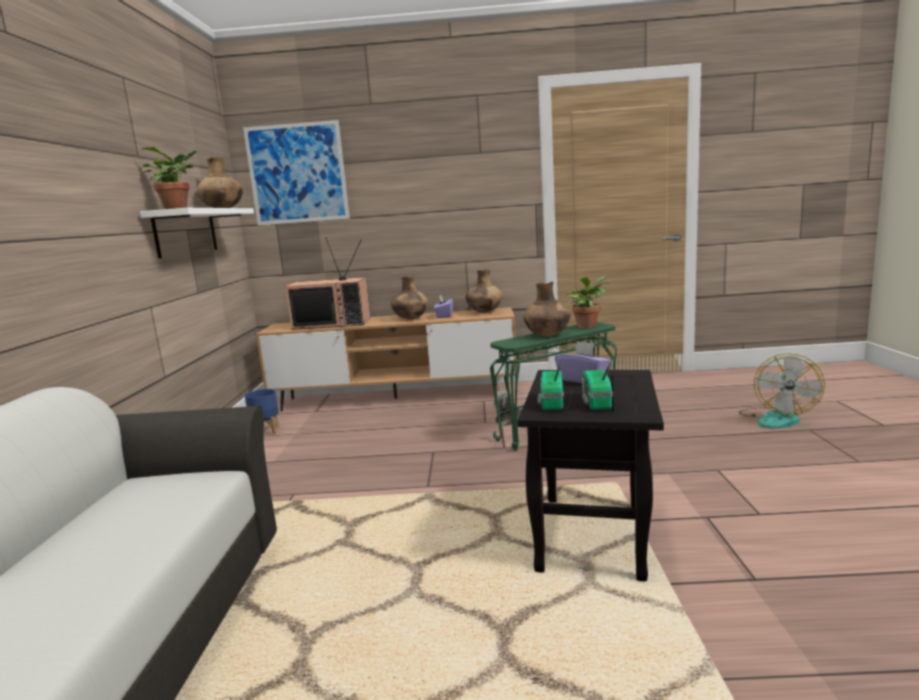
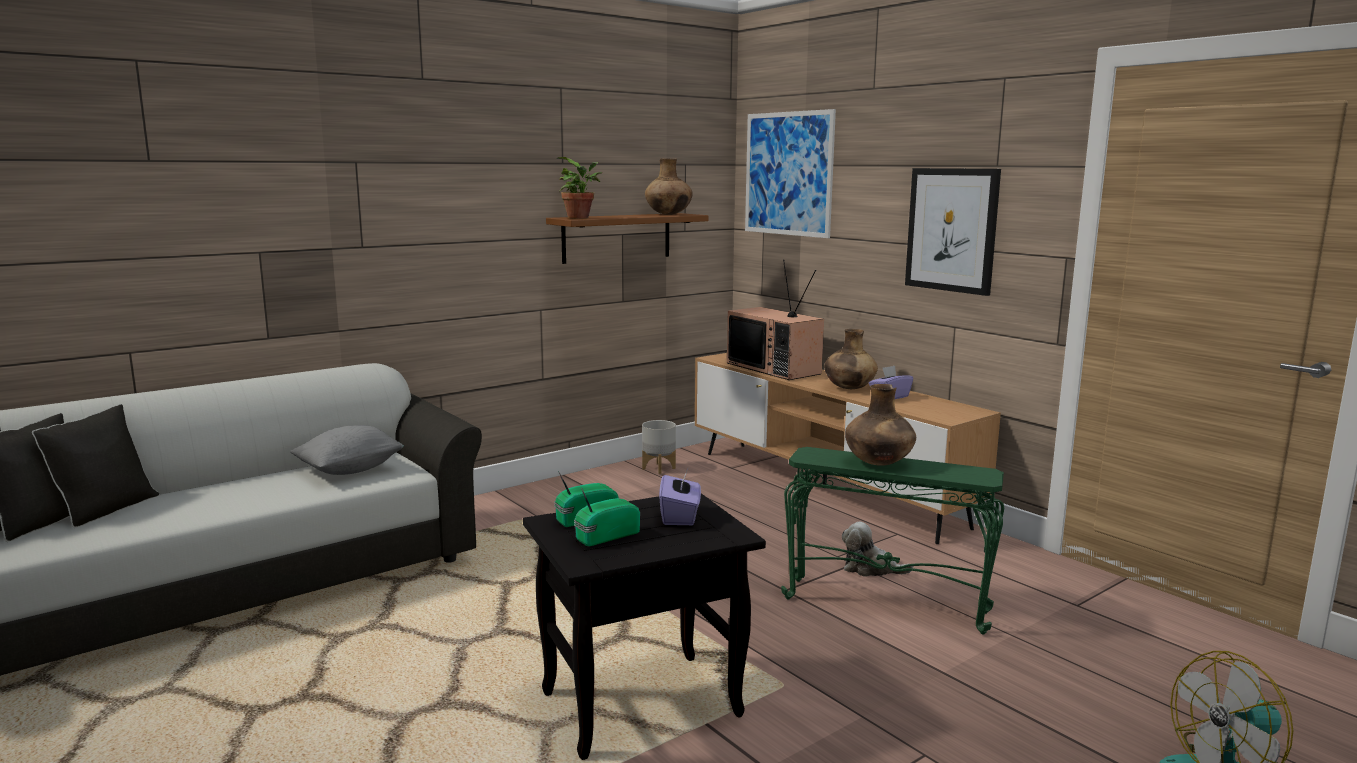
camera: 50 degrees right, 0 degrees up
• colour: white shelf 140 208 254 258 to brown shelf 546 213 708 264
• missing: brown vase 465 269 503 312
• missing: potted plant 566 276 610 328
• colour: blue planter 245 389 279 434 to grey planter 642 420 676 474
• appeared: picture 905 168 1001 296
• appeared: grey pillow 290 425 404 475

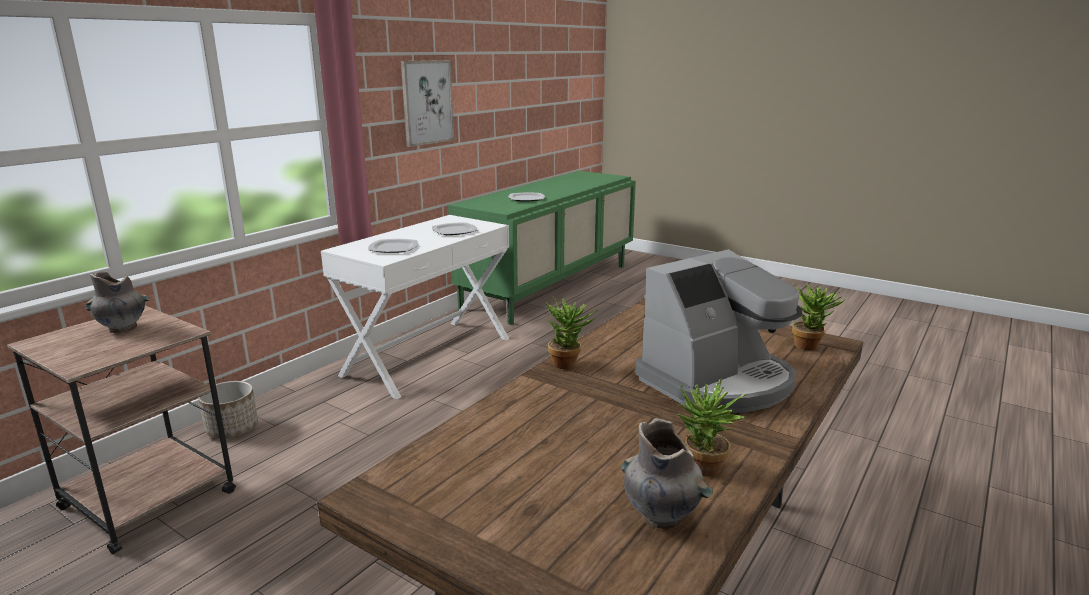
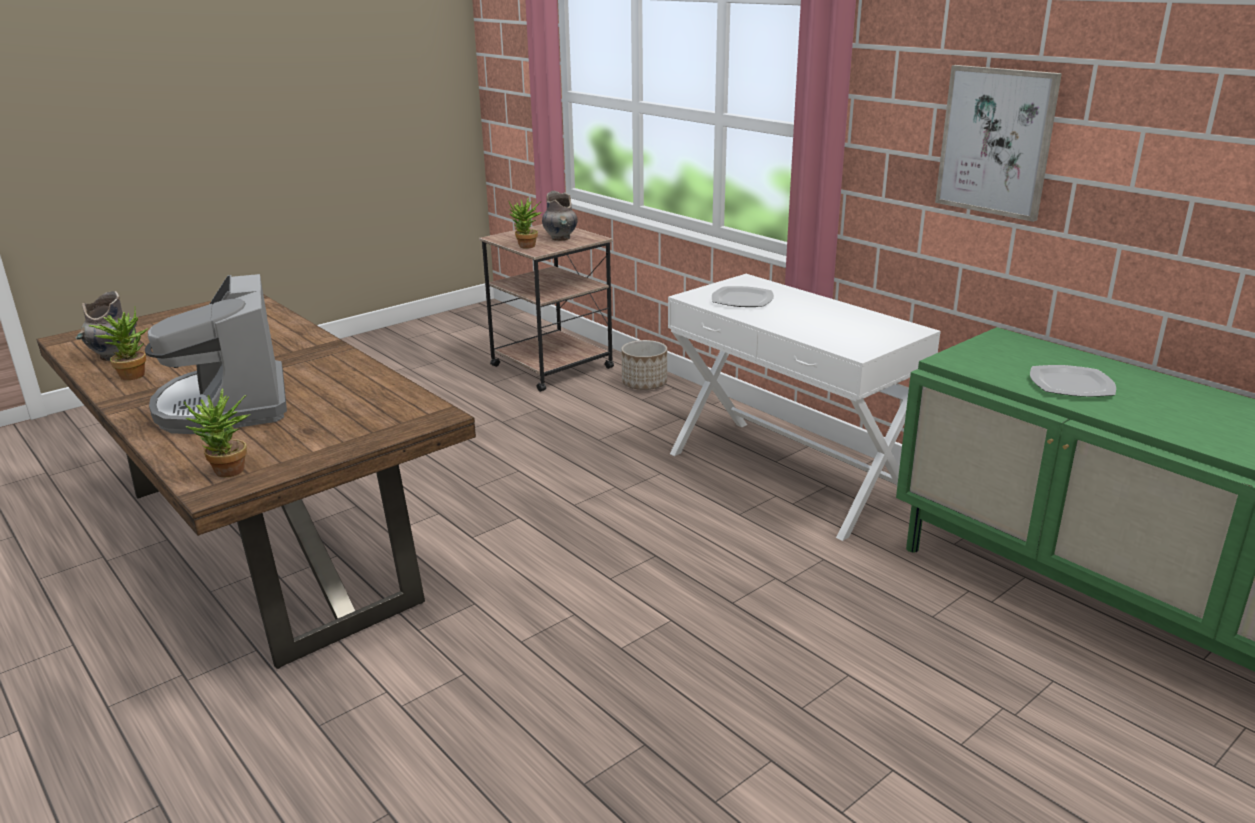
camera: 105 degrees right, 5 degrees up
• missing: plate 432 222 477 235
• relocated: potted plant 545 296 599 369 to 508 198 542 249

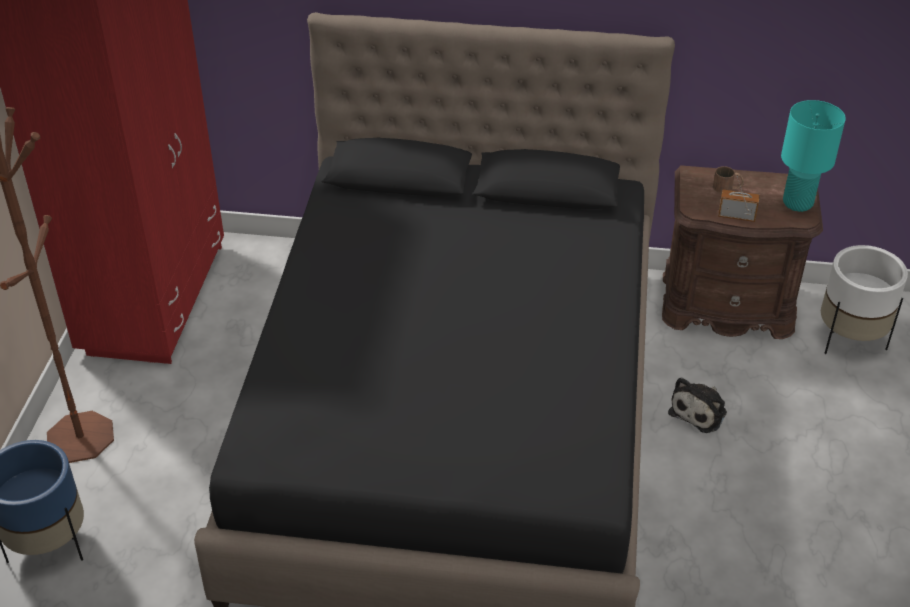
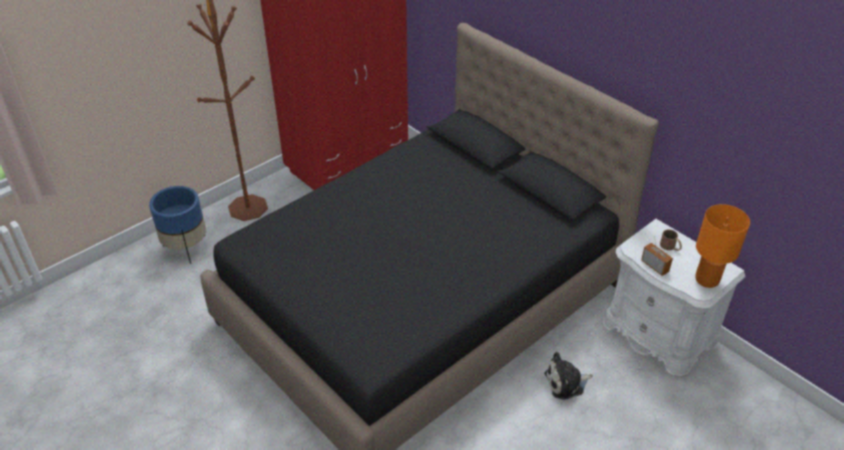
camera: 40 degrees right, 0 degrees up
• colour: turquoise table lamp 781 100 846 212 to orange table lamp 695 204 750 288
• colour: brown nightstand 662 165 823 339 to white nightstand 603 219 746 376
• missing: white planter 821 245 908 354

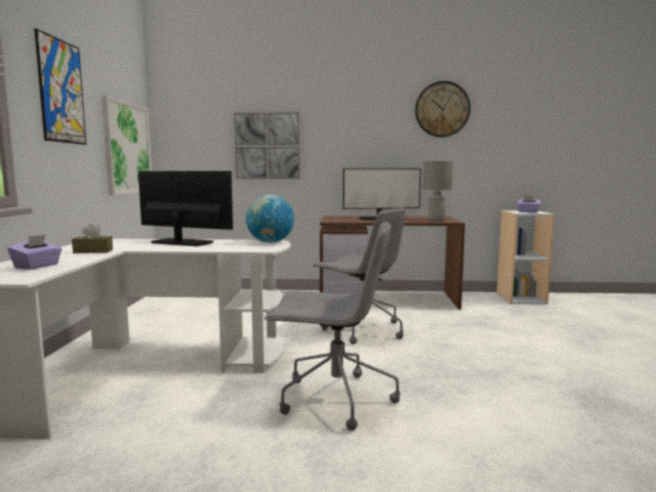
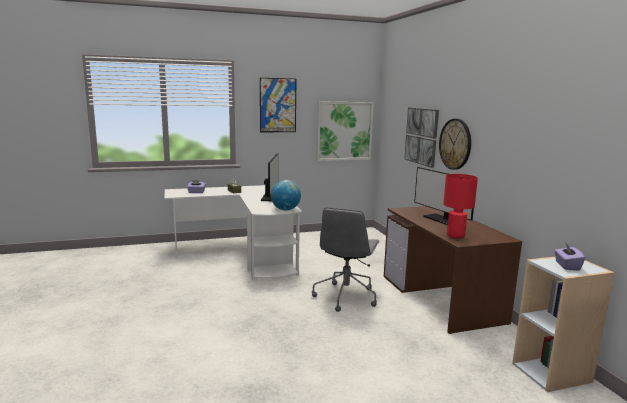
camera: 70 degrees right, 5 degrees up
• relocated: wall clock 415 81 471 137 to 439 119 471 170
• colour: grey table lamp 423 160 453 222 to red table lamp 443 174 478 239
• missing: grey office chair 264 221 401 431

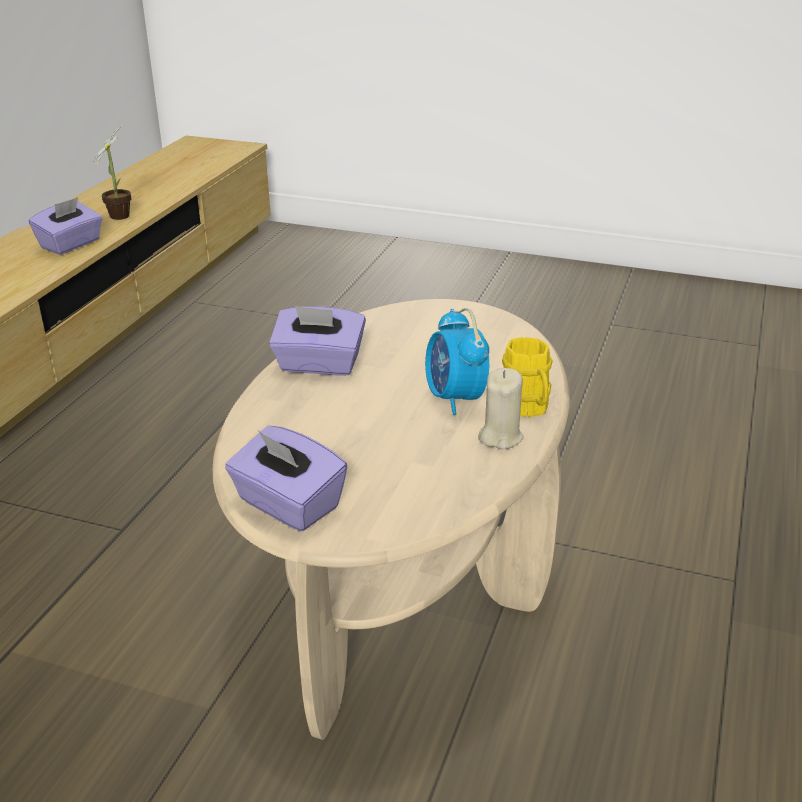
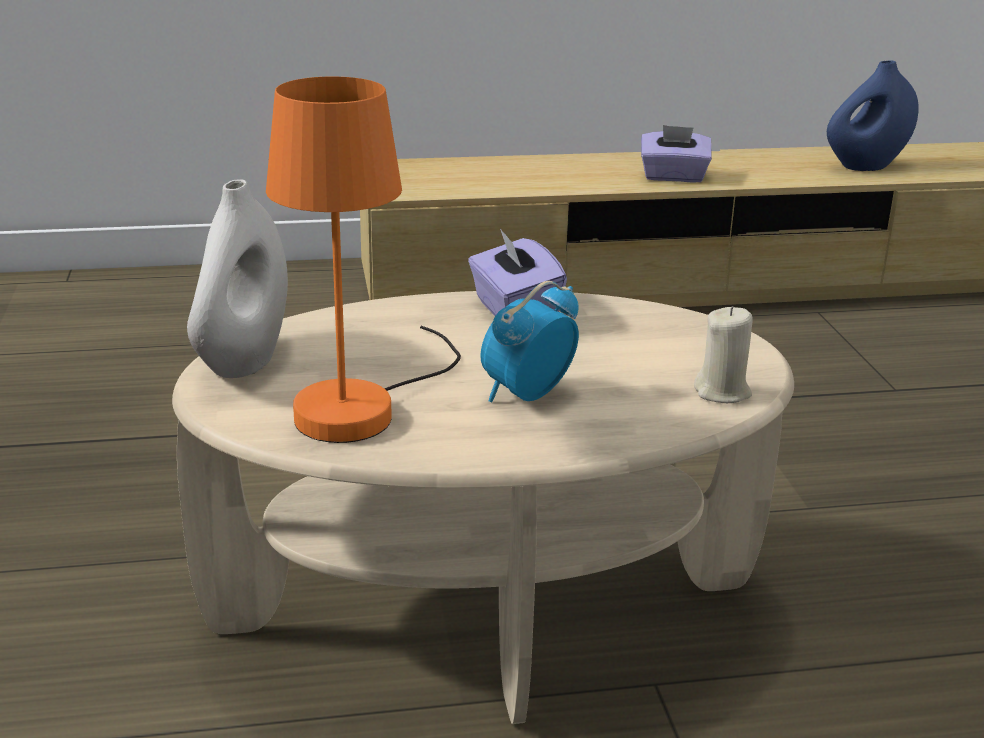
camera: 60 degrees right, 5 degrees down
• missing: potted plant 95 123 131 220
• missing: yellow mug 502 337 553 417
• relocated: beige candle 478 368 524 449 to 694 306 753 403
• exchanged: purple tissue box 225 426 348 531 to white vase 187 179 288 378
• appeared: blue vase 827 61 919 171
• appeared: orange table lamp 266 77 461 443

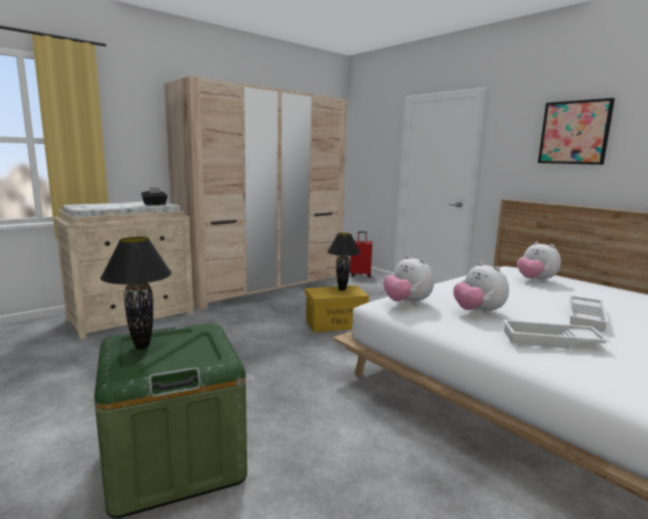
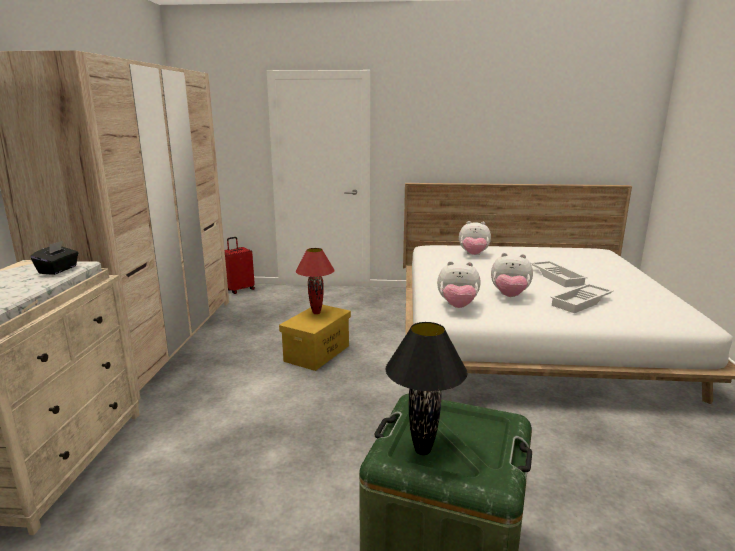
camera: 45 degrees left, 5 degrees up
• missing: picture 538 98 615 165
• colour: black table lamp 327 233 360 291 to red table lamp 296 248 335 314

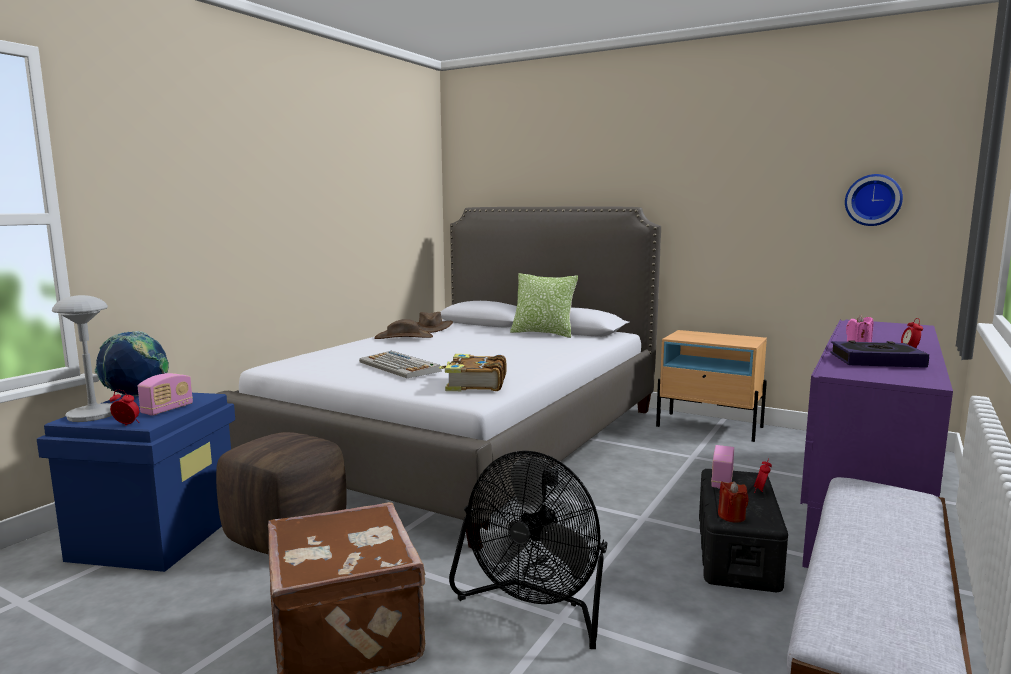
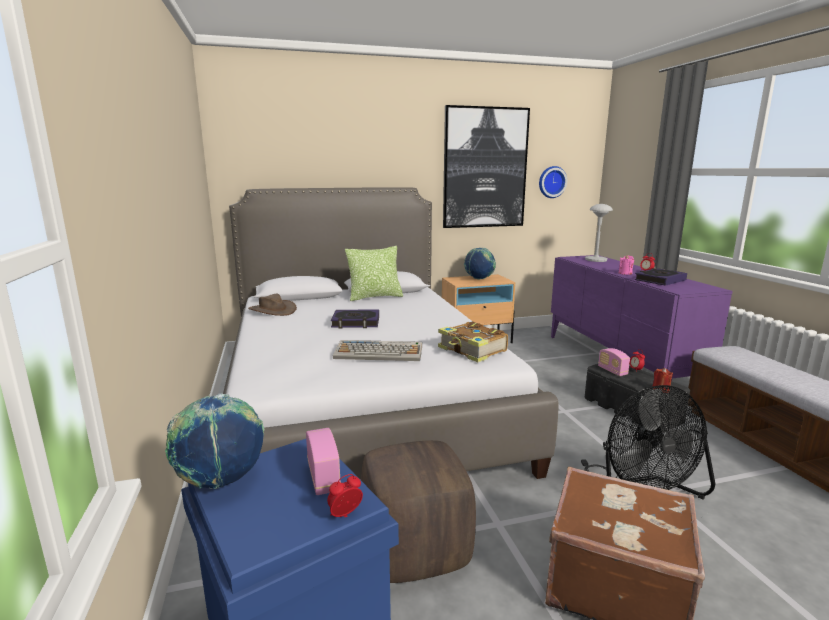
camera: 45 degrees left, 5 degrees up
• relocated: grey table lamp 52 295 112 422 to 585 204 613 262
• missing: brown hat 374 319 433 339
• appeared: picture 443 105 530 228
• appeared: globe 464 248 496 279
• appeared: book 331 310 379 328

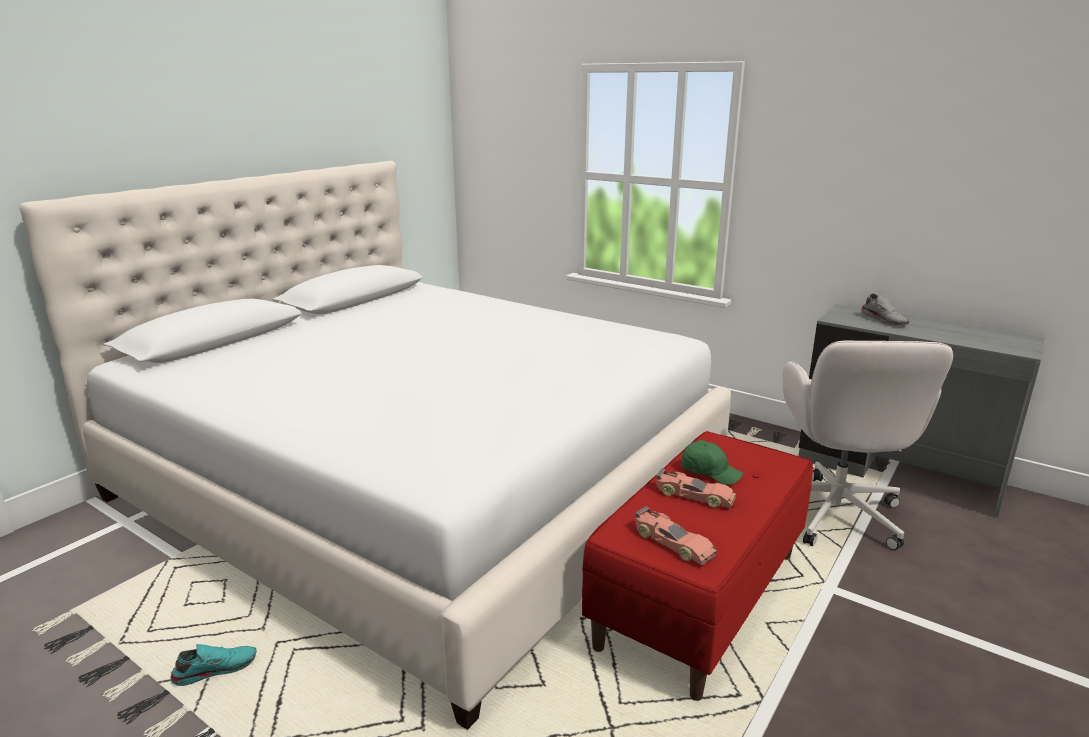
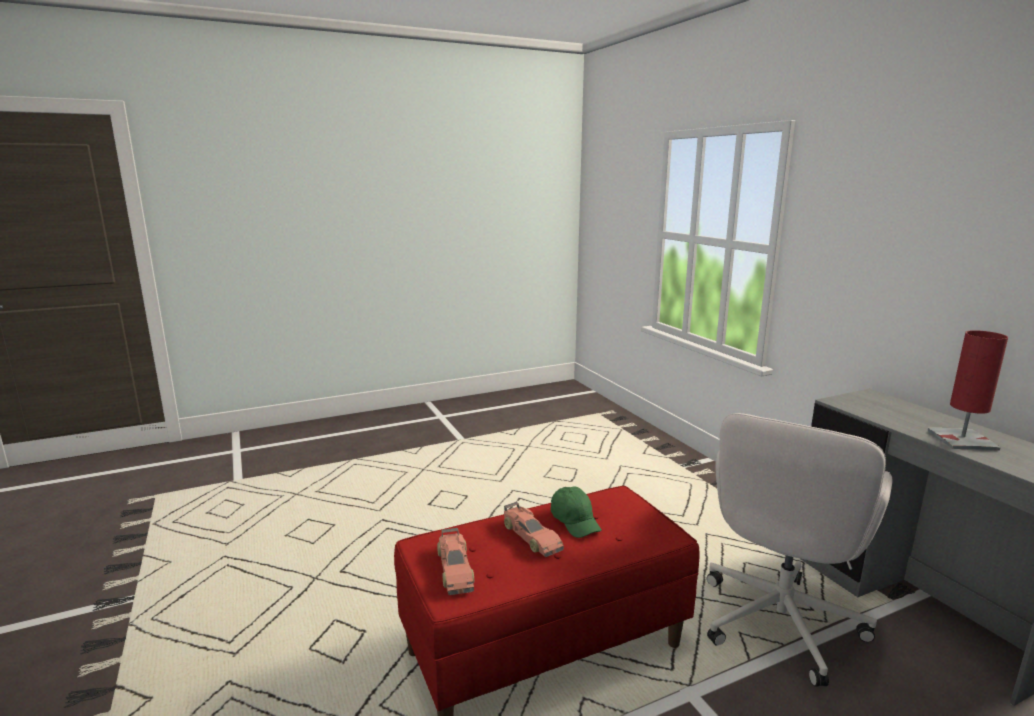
camera: 30 degrees right, 5 degrees down
• missing: white bed 19 161 731 730
• missing: grey shoe 861 293 909 326
• missing: turquoise shoe 170 644 257 686
• appeared: red table lamp 928 330 1008 451

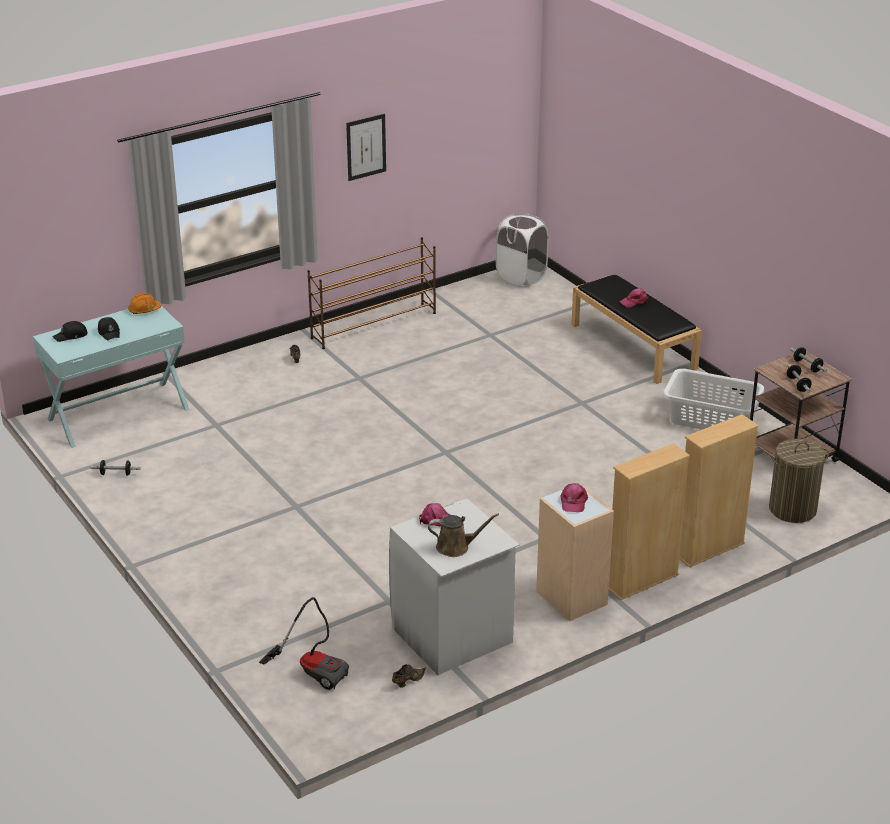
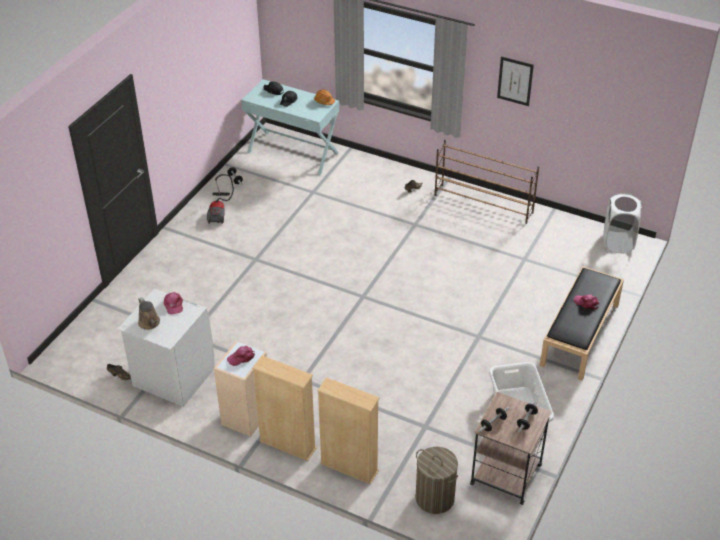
camera: 60 degrees right, 10 degrees up
• relocated: vacuum cleaner 259 597 349 690 to 207 174 234 224

